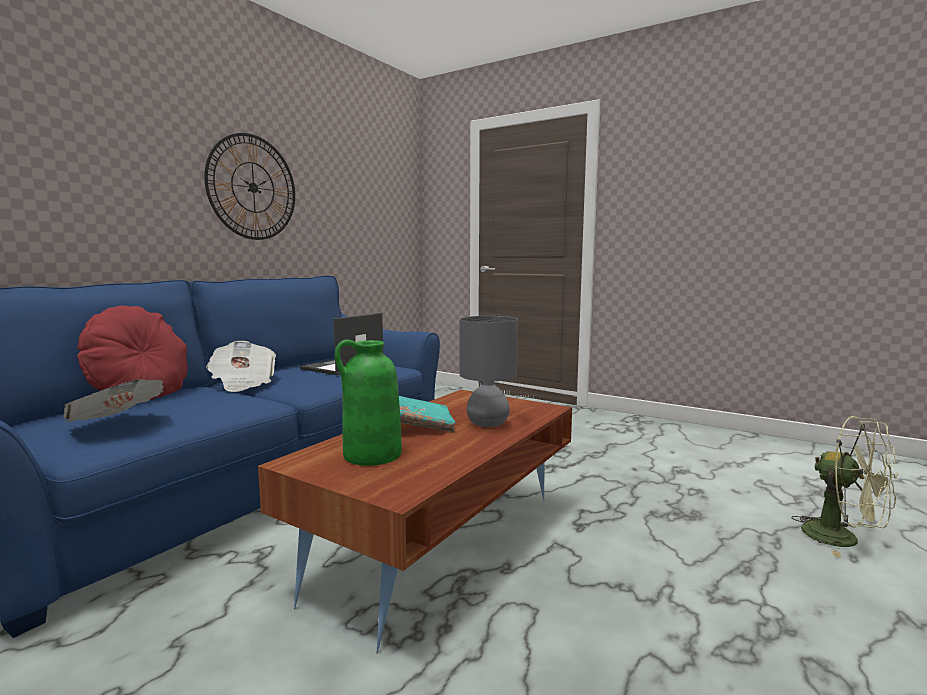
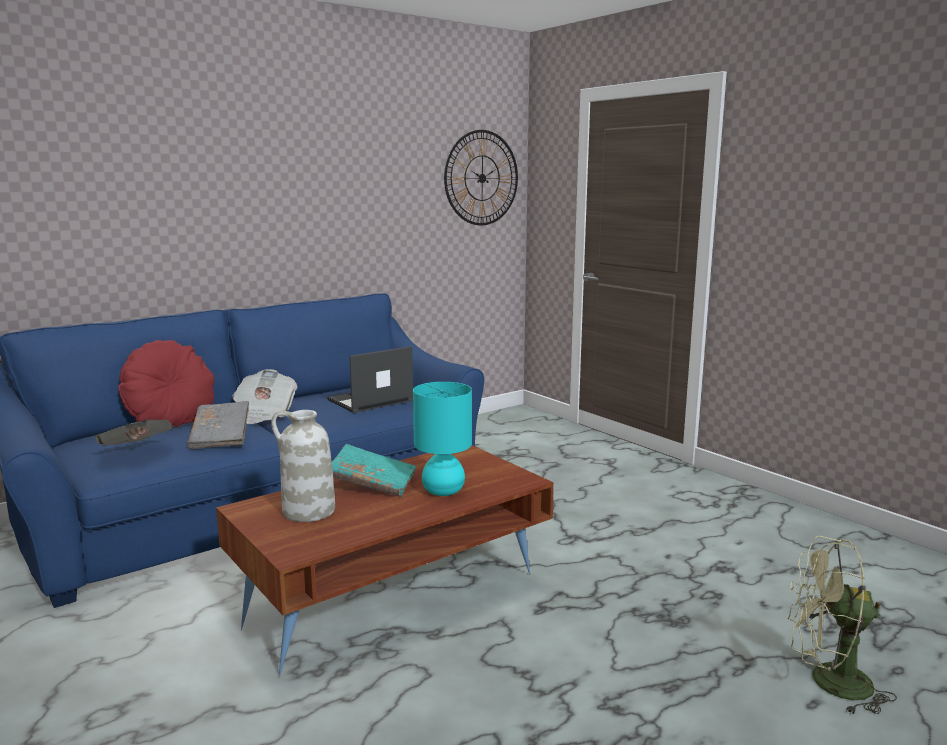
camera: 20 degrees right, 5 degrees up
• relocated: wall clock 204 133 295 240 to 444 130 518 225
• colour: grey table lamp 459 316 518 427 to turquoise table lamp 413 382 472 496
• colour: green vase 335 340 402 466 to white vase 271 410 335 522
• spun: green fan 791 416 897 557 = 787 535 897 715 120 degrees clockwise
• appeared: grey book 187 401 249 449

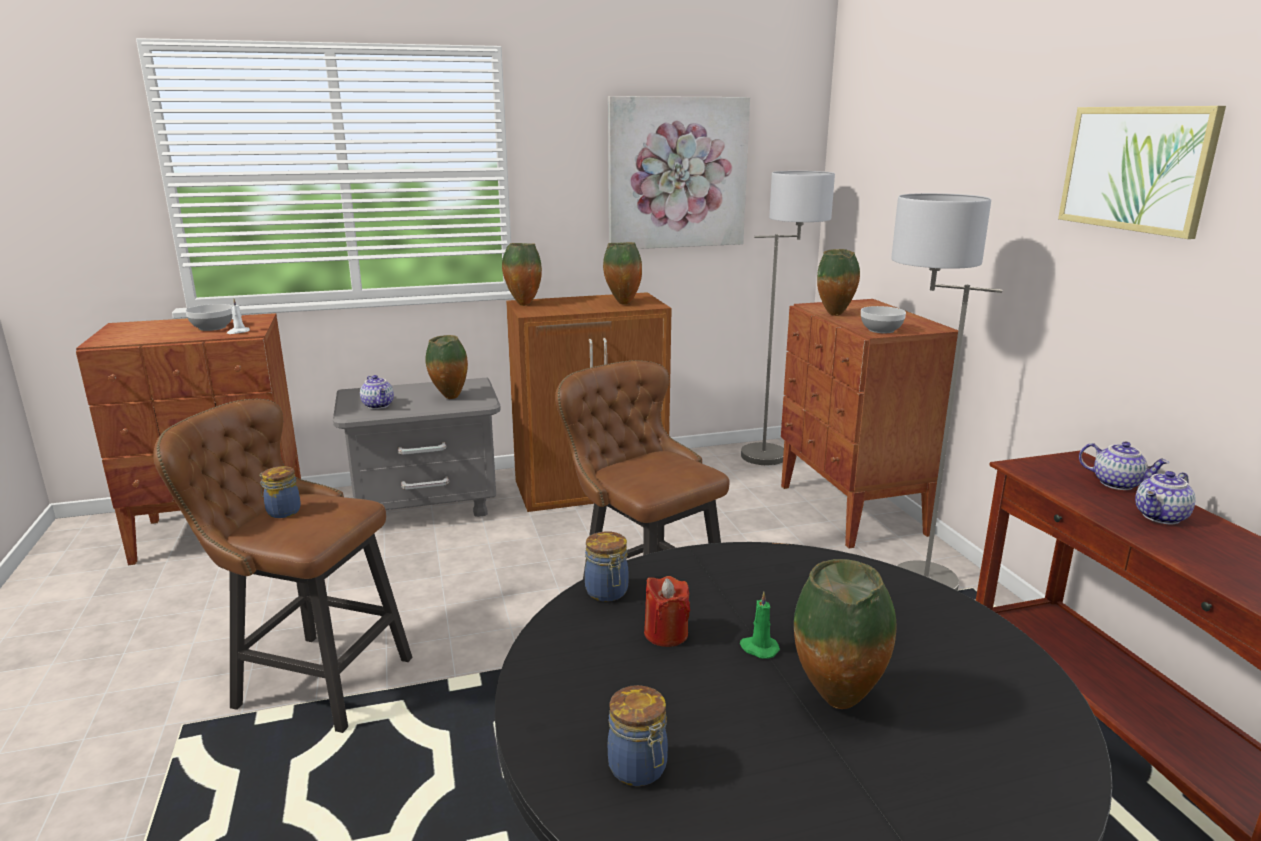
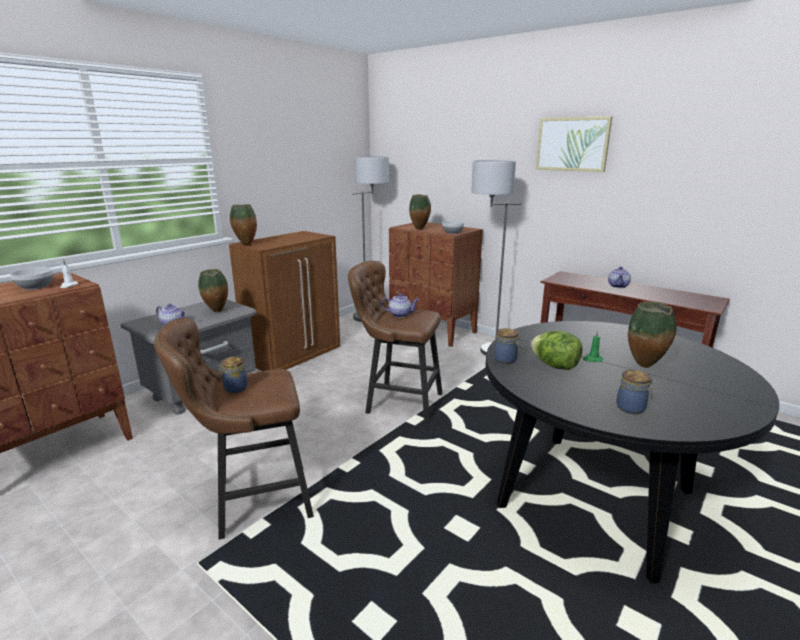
camera: 35 degrees left, 0 degrees up
• missing: picture 608 96 750 249
• missing: vase 603 242 642 305
• relocated: teapot 1079 442 1169 490 to 381 293 419 317
• exchanged: red candle 644 576 690 647 to lettuce 530 330 583 370

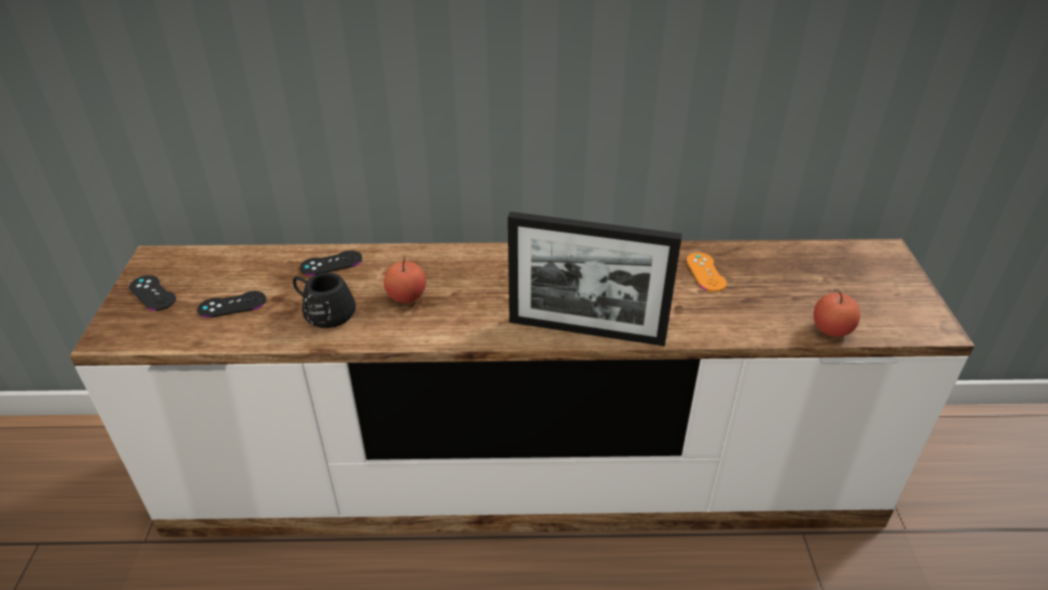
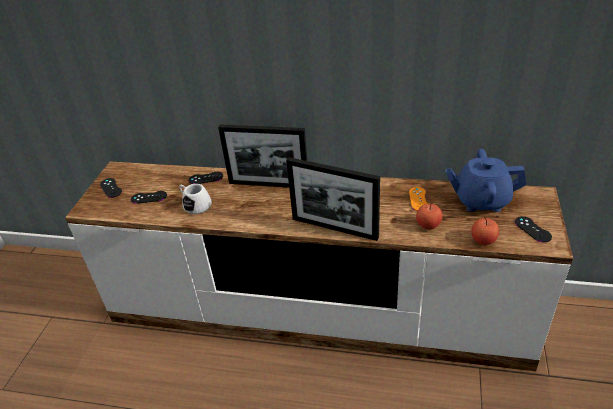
camera: 15 degrees right, 0 degrees up
• relocated: apple 384 257 426 303 to 416 202 443 229
• colour: black mug 293 272 356 328 to white mug 179 184 212 214
• appeared: picture frame 218 124 307 188
• appeared: blue teapot 445 149 526 212
• appeared: black game controller 515 216 552 243

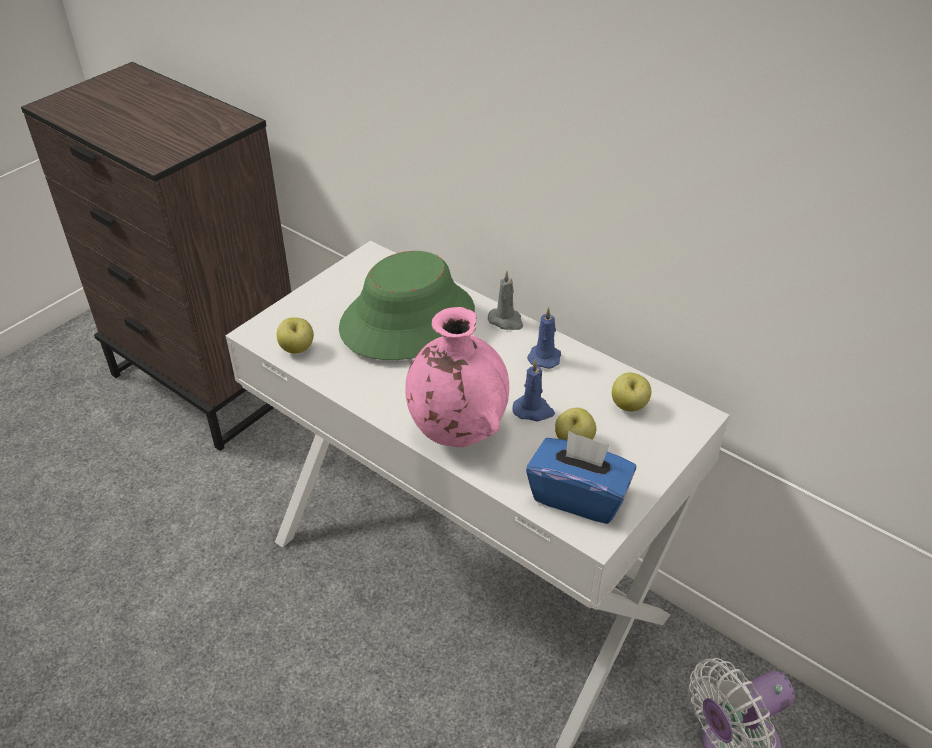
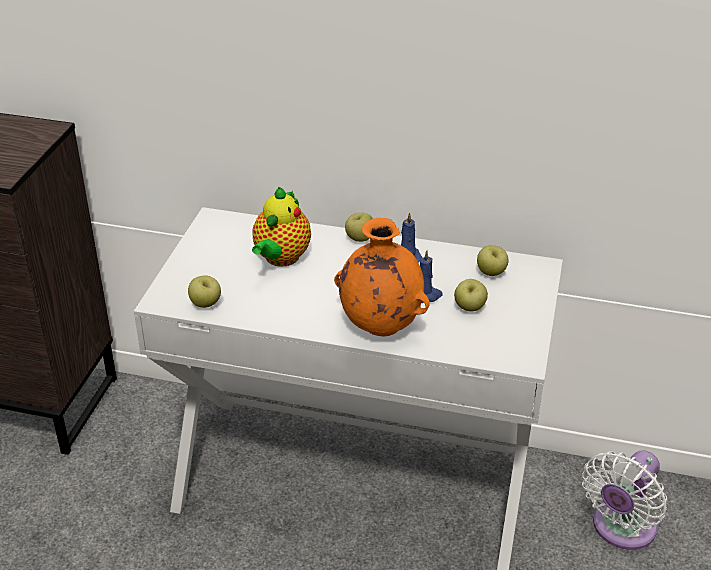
camera: 25 degrees left, 5 degrees down
• exchanged: green hat 339 251 475 360 to teapot 252 187 311 267
• exchanged: grey candle 488 271 523 330 to apple 345 213 373 242
• colour: pink vase 406 307 509 447 to orange vase 334 218 430 337
• missing: blue tissue box 526 431 636 524

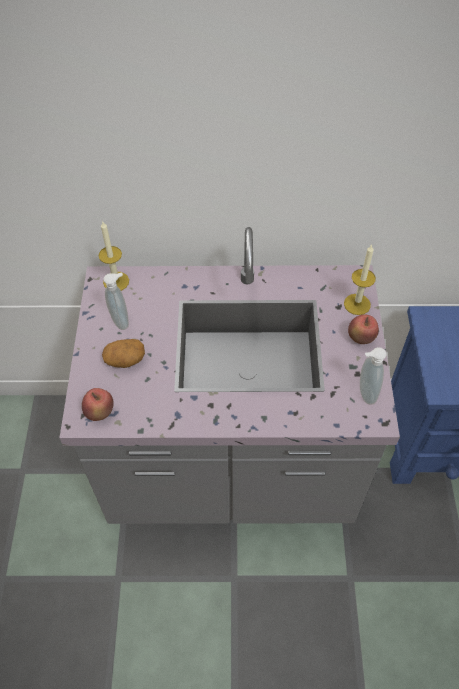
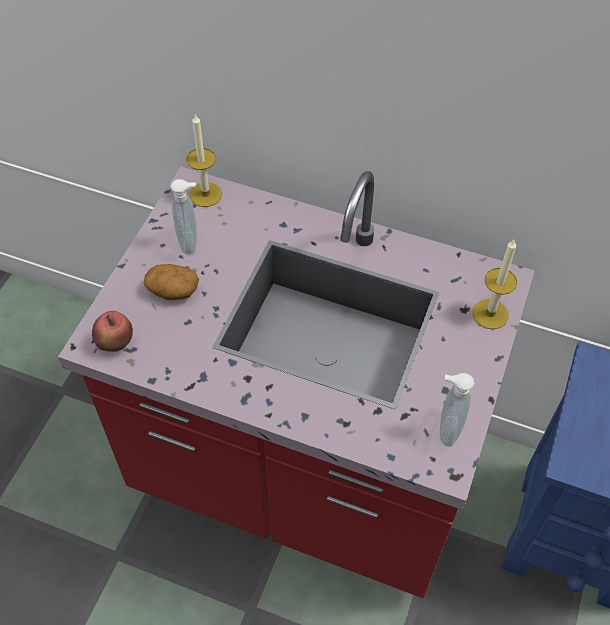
camera: 20 degrees right, 0 degrees up
• colour: grey counter 60 227 400 524 to red counter 58 167 535 598
• missing: apple 348 315 379 344

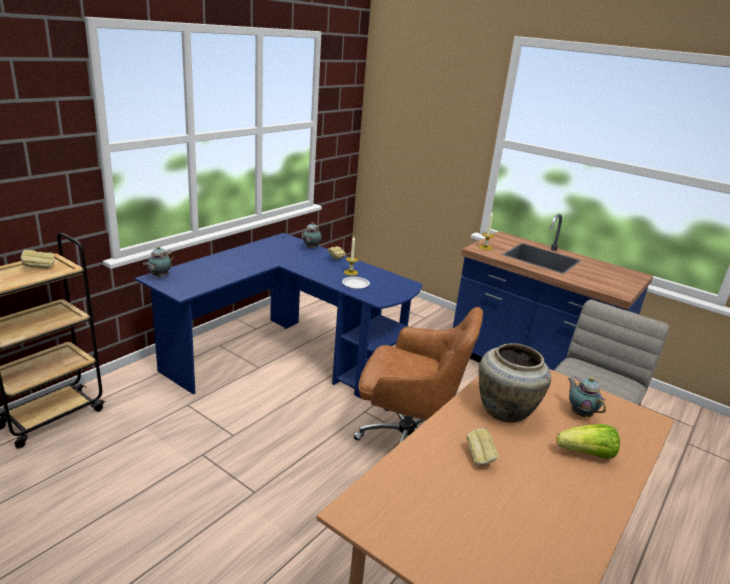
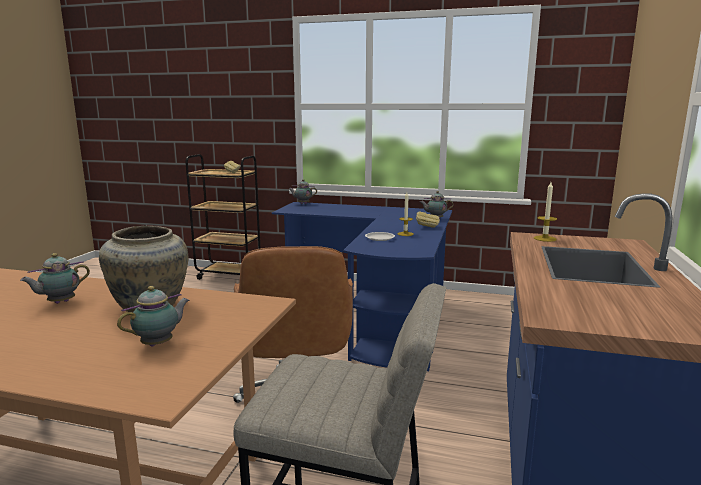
camera: 70 degrees right, 10 degrees down
• missing: lettuce 557 424 620 459
• exchanged: bread 467 428 498 466 to teapot 20 253 90 304

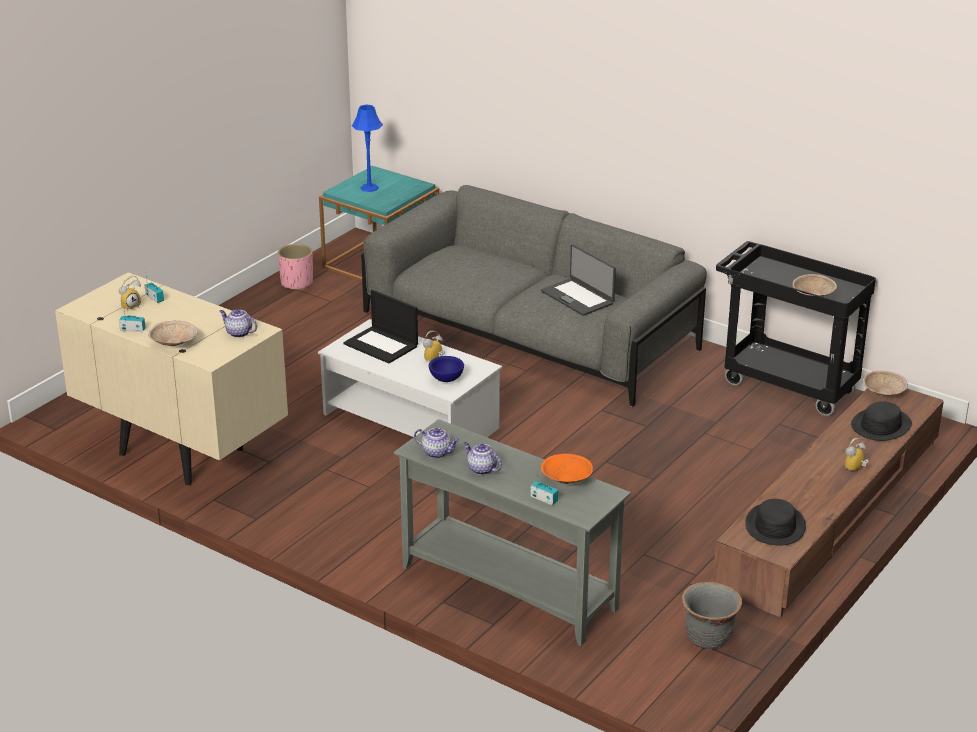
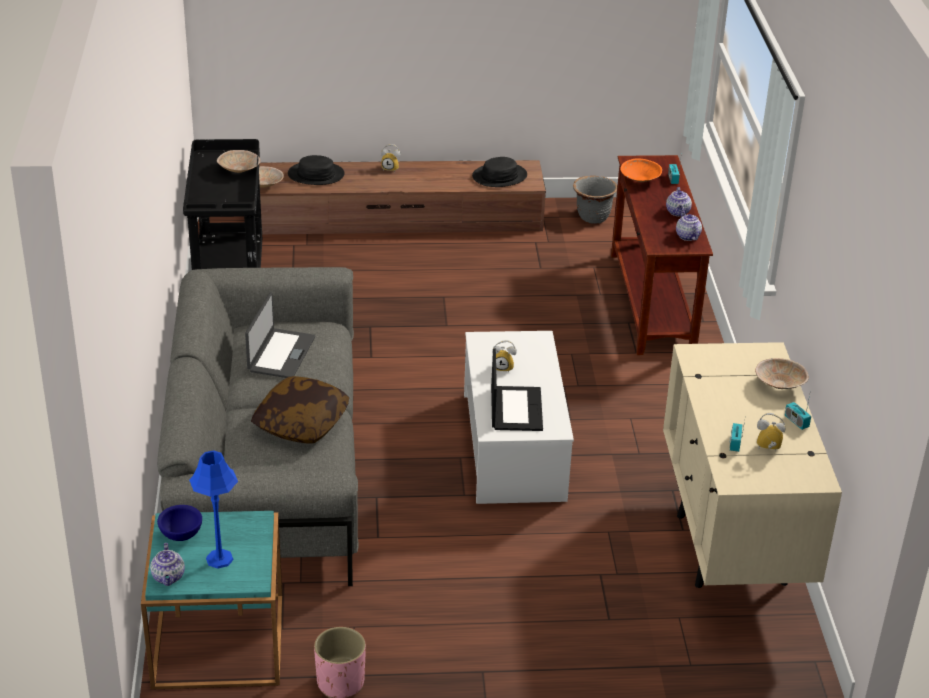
camera: 130 degrees left, 5 degrees up
• relocated: teapot 219 309 257 338 to 150 543 185 586
• relocated: blue bowl 429 356 464 382 to 157 505 202 541
• colour: grey console table 394 419 631 646 to brown console table 611 155 713 355
• appeared: pillow 251 376 349 444

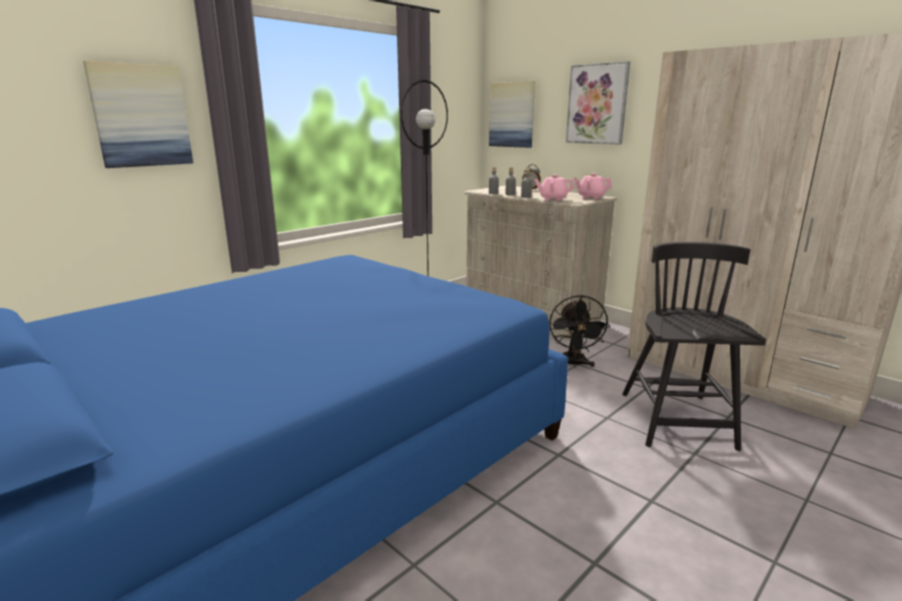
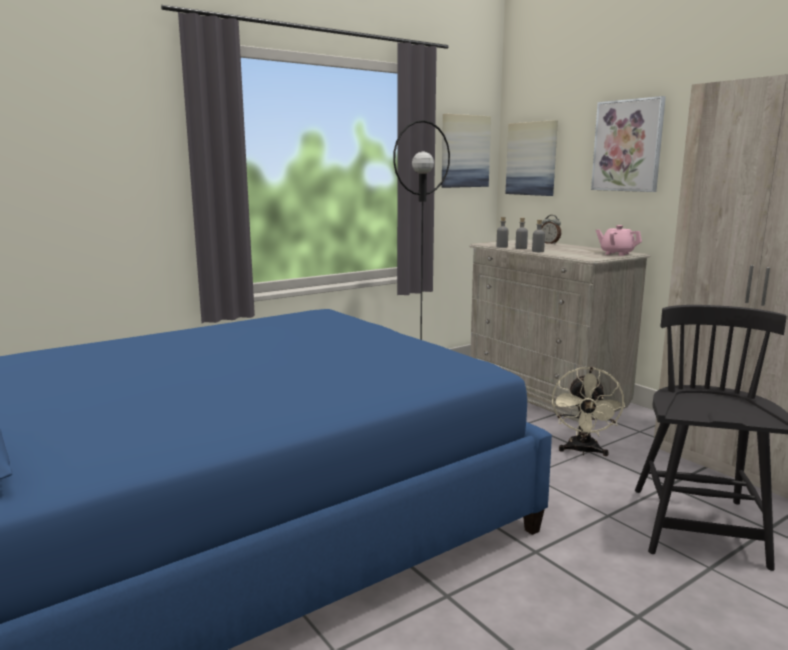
camera: 10 degrees right, 5 degrees down
• relocated: picture 83 61 193 168 to 442 114 491 188
• missing: pink teapot 534 175 574 201
• colour: black fan 549 295 610 367 to beige fan 552 367 625 456

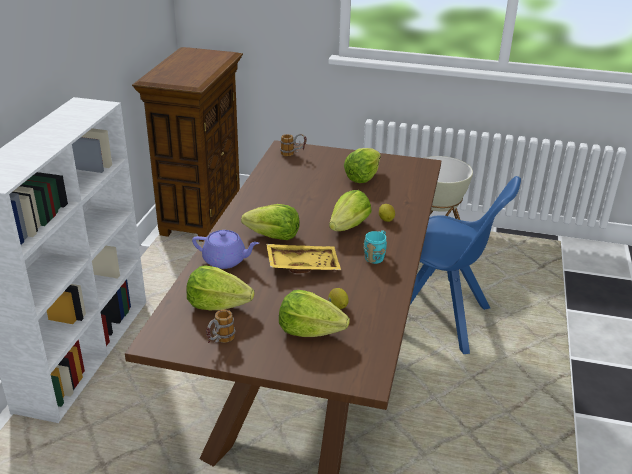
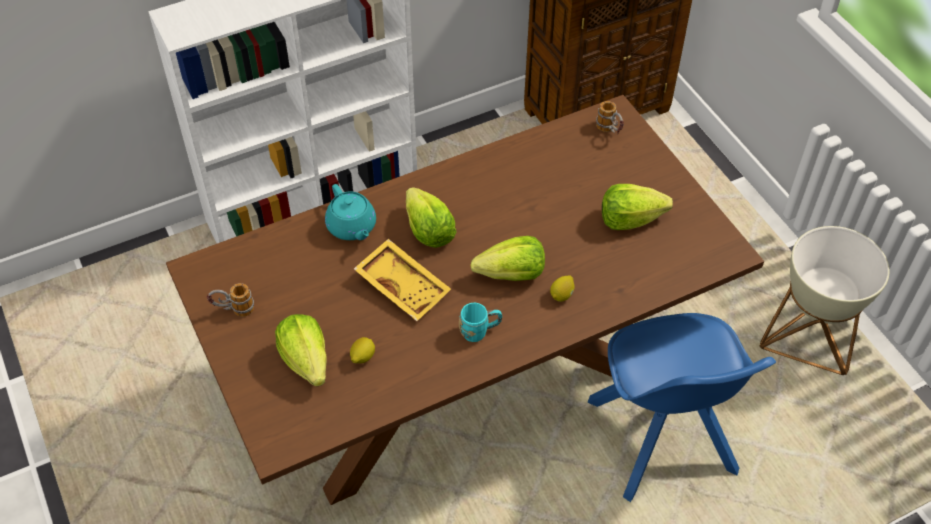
camera: 50 degrees right, 20 degrees up
• colour: purple teapot 192 230 259 269 to turquoise teapot 325 184 376 240
• missing: lettuce 186 265 254 310

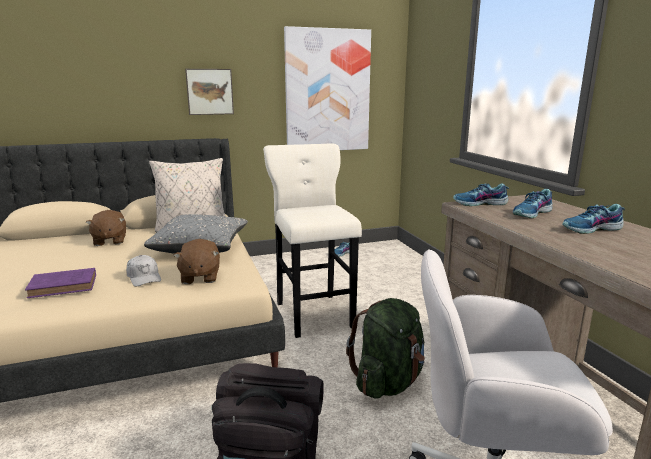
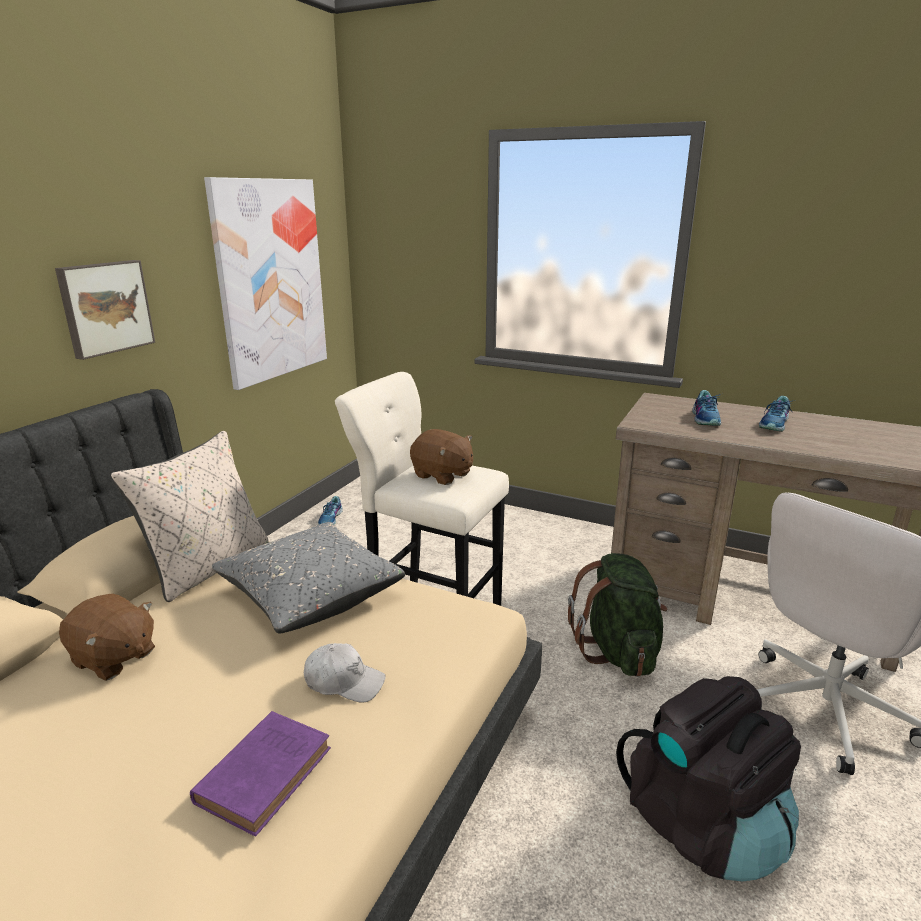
camera: 45 degrees left, 5 degrees up
• missing: shoe 453 183 509 206
• relocated: brown plush toy 173 239 220 284 to 410 429 473 485

